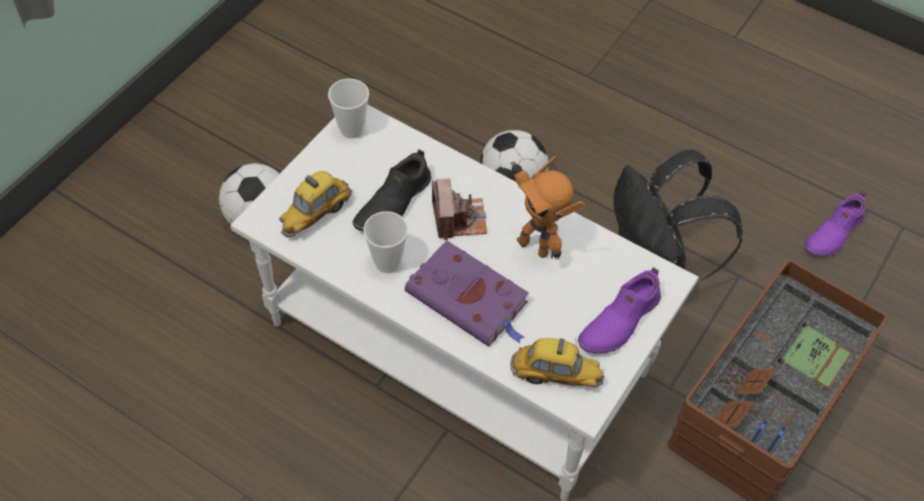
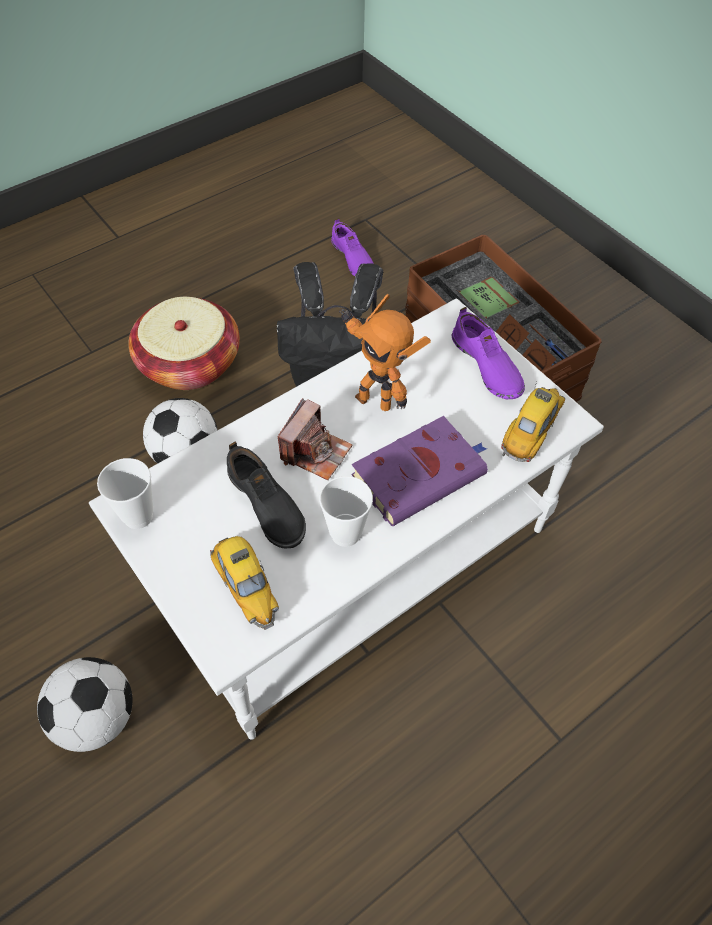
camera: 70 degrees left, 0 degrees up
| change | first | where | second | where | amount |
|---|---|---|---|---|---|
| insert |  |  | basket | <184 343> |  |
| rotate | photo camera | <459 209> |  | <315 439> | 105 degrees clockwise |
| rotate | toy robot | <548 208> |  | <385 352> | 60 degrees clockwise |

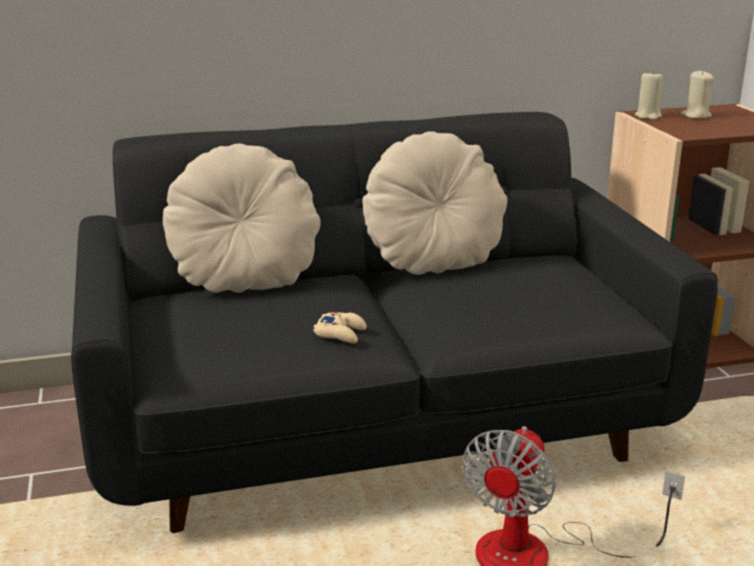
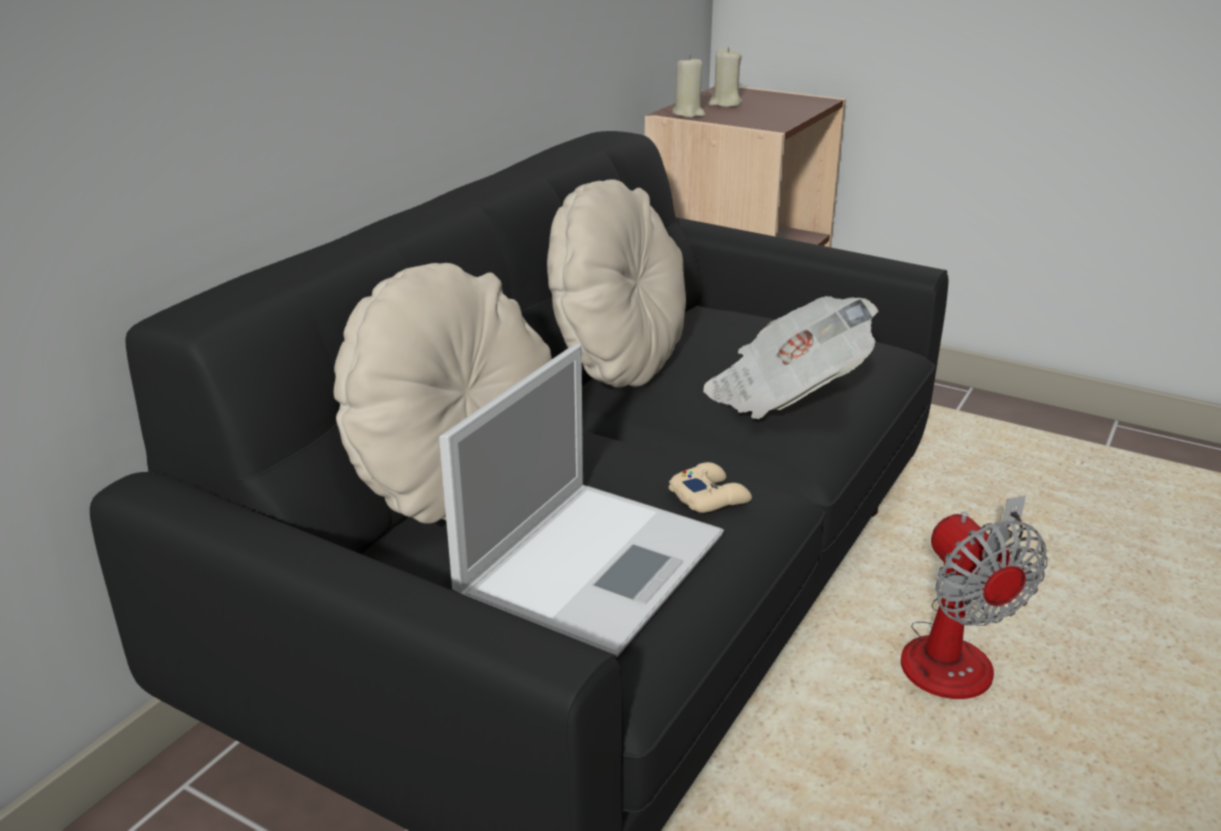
camera: 45 degrees left, 5 degrees up
| change | first | where | second | where | amount |
|---|---|---|---|---|---|
| insert |  |  | laptop | <581 500> |  |
| insert |  |  | newspaper | <790 357> |  |

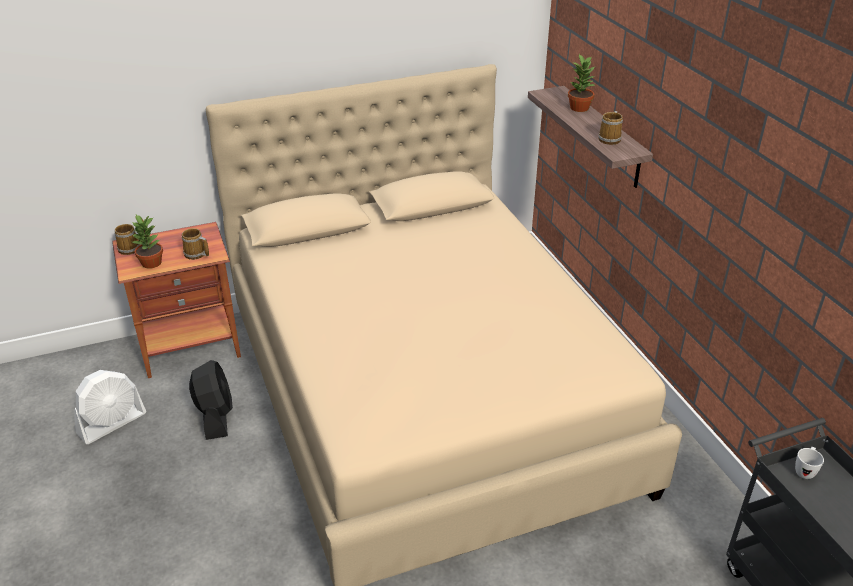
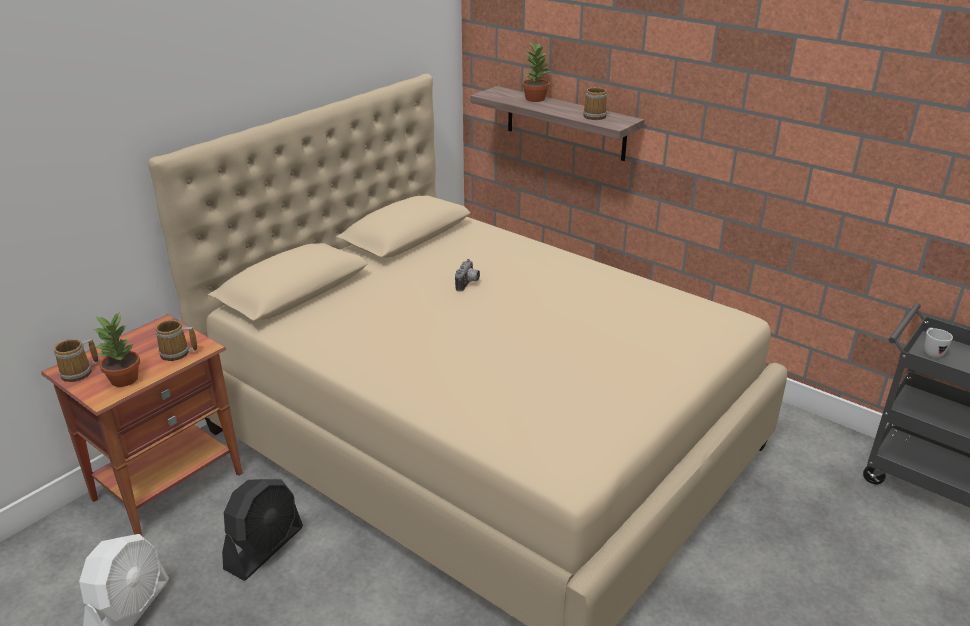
camera: 30 degrees left, 5 degrees down
| change | first | where | second | where | amount |
|---|---|---|---|---|---|
| insert |  |  | photo camera | <467 275> |  |
| rotate | black fan | <211 400> |  | <262 529> | 75 degrees clockwise |

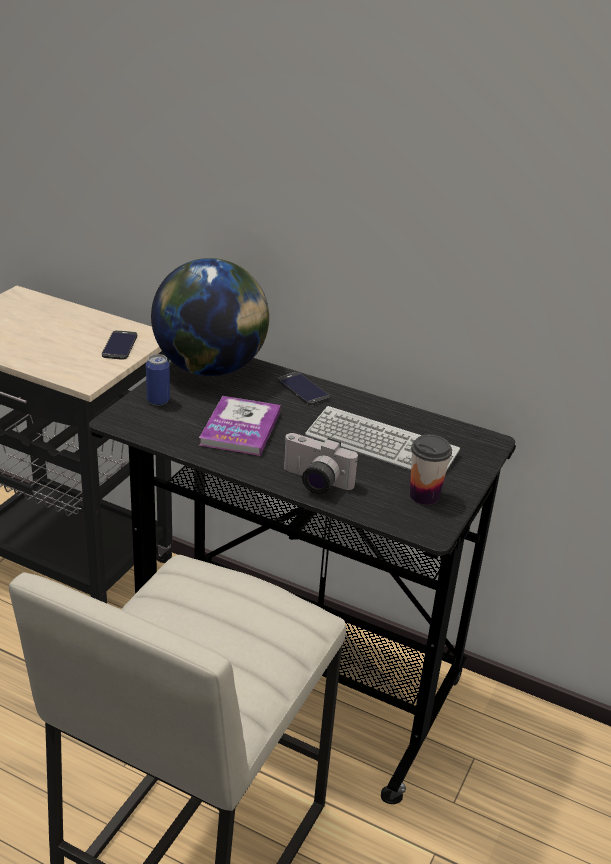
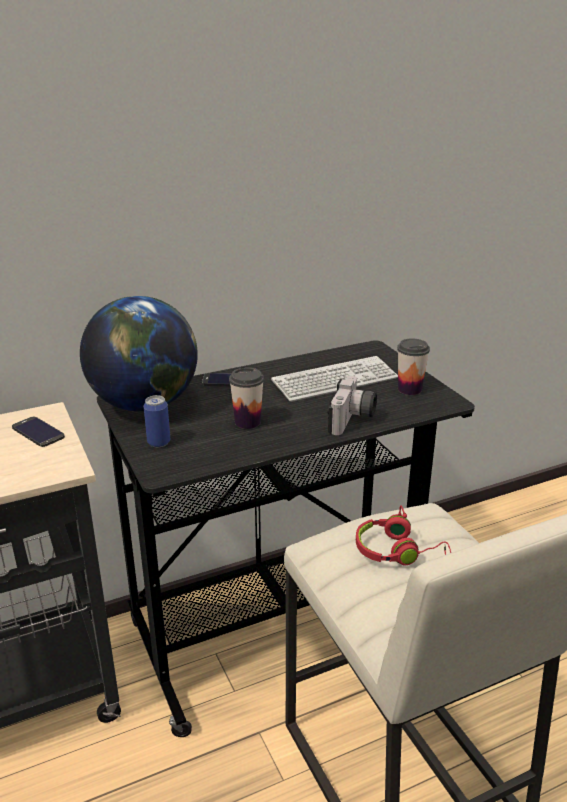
camera: 50 degrees left, 5 degrees down
| change | first | where | second | where | amount |
|---|---|---|---|---|---|
| insert |  |  | red headphones | <403 535> |  |
| replace | book | <240 426> | cup | <246 398> |  |
| rotate | photo camera | <320 463> |  | <352 405> | 45 degrees counterclockwise |

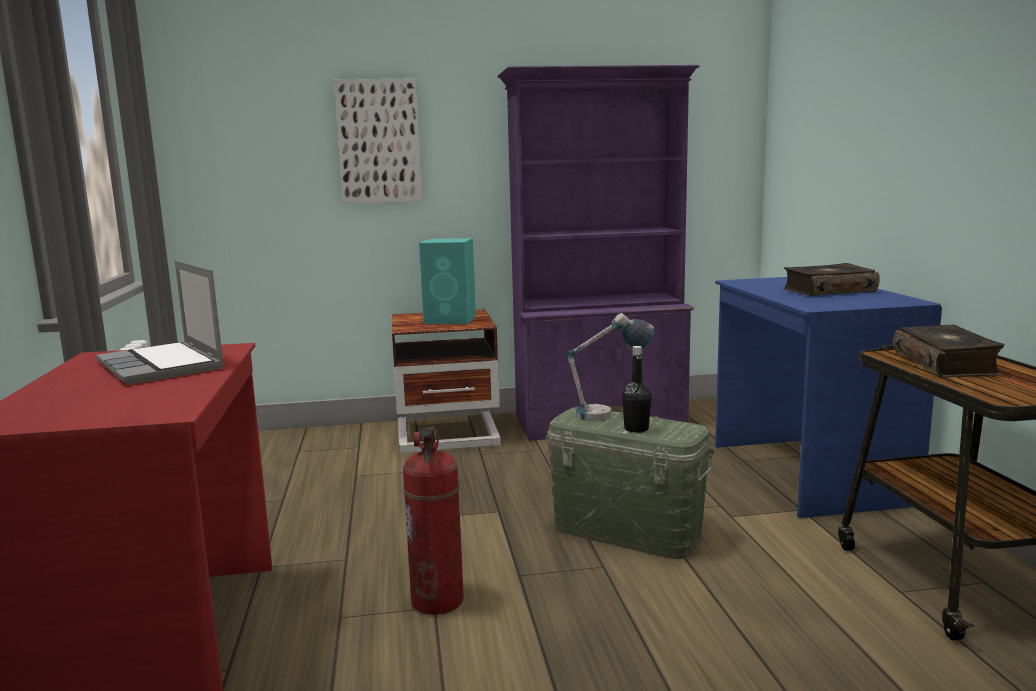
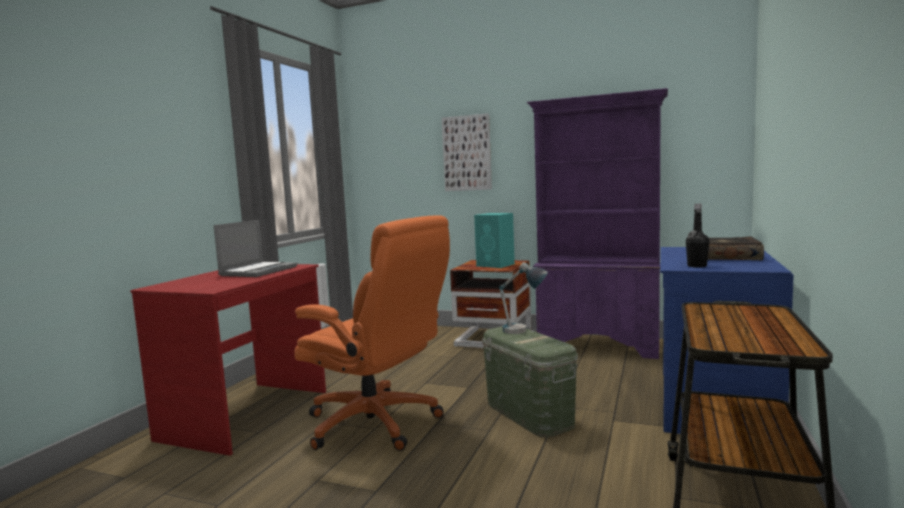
camera: 30 degrees right, 5 degrees down
| change | first | where | second | where | amount |
|---|---|---|---|---|---|
| delete | book | <949 351> |  |  |  |
| move | black bottle | <637 389> |  | <698 236> |  |
| replace | fire extinguisher | <433 521> | orange office chair | <372 333> |  |
| rotate | laptop | <160 322> |  | <256 248> | 150 degrees counterclockwise |

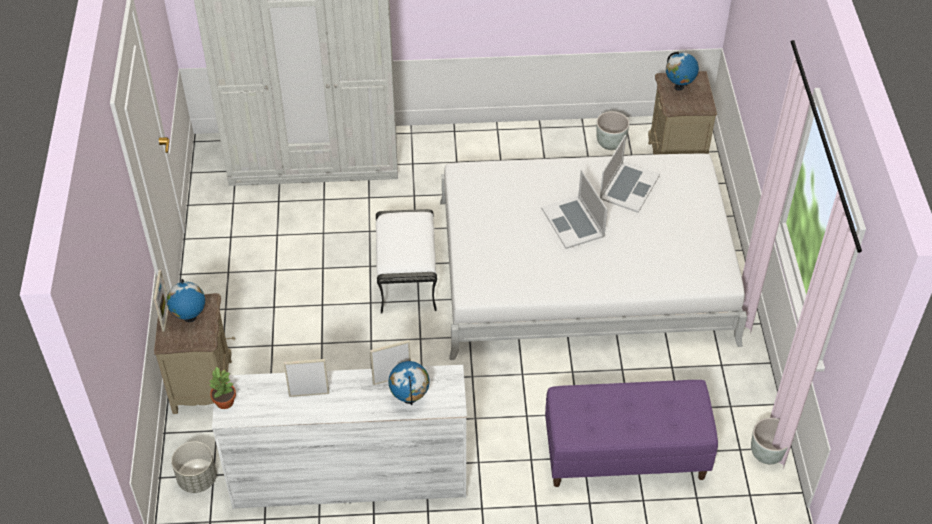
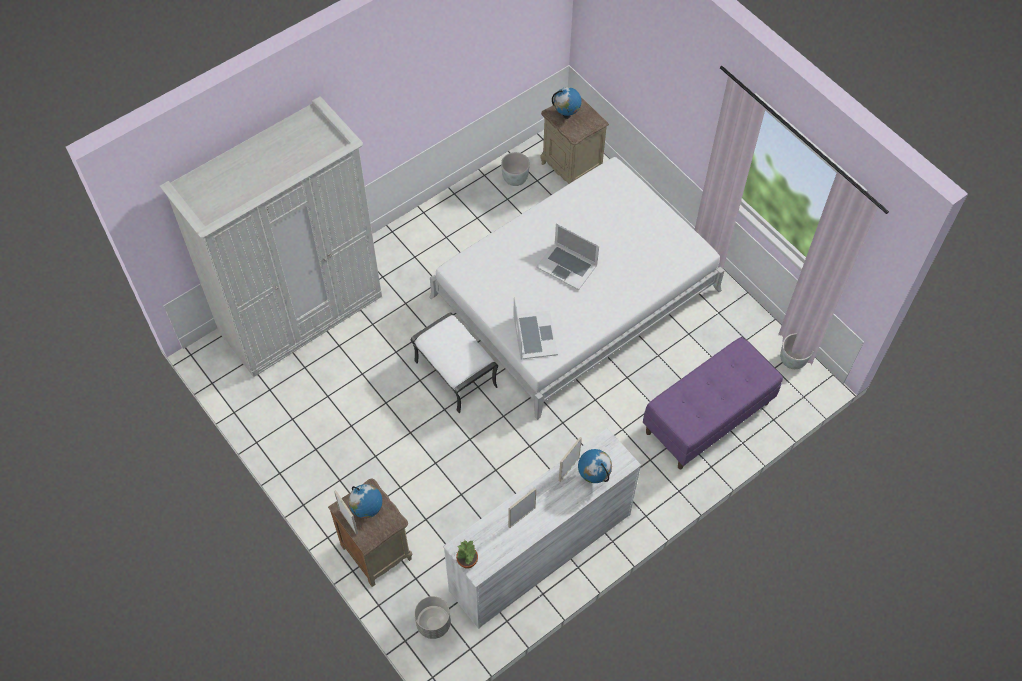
camera: 35 degrees left, 10 degrees up
| change | first | where | second | where | amount |
|---|---|---|---|---|---|
| move | laptop | <630 174> |  | <536 328> |  |

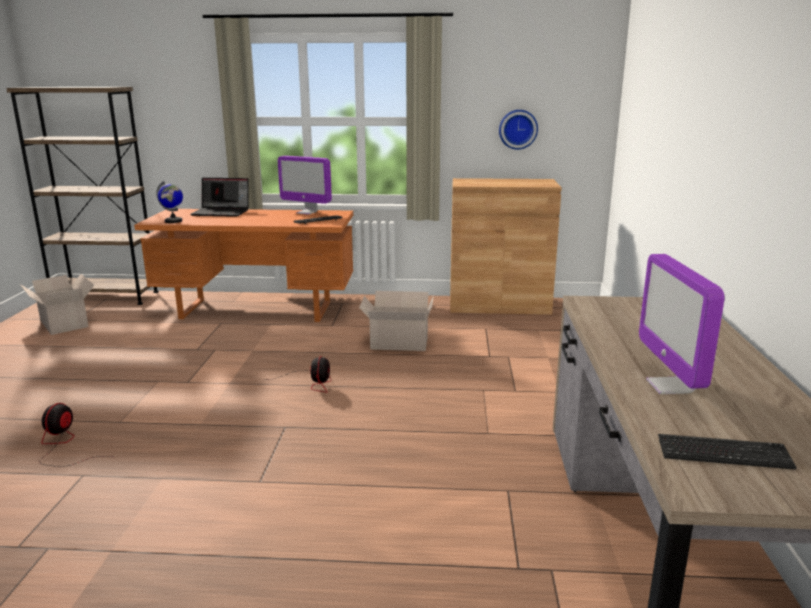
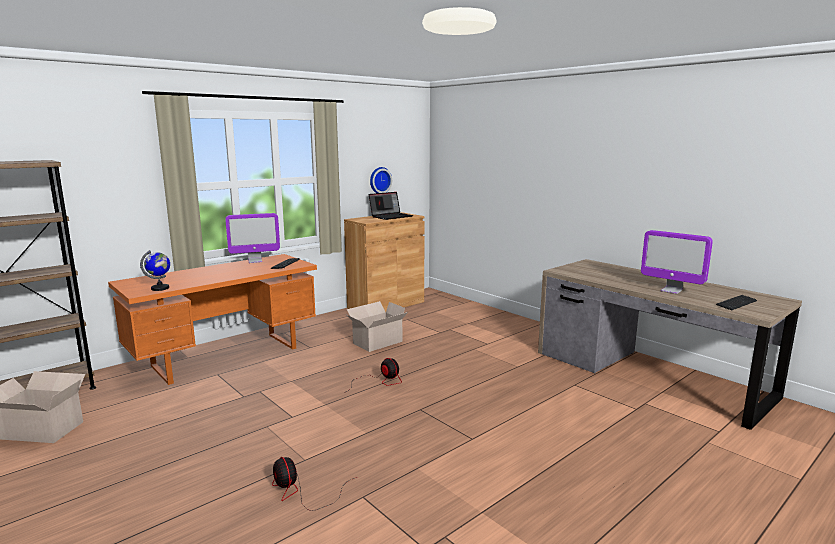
camera: 45 degrees left, 5 degrees down
| change | first | where | second | where | amount |
|---|---|---|---|---|---|
| move | laptop | <219 197> |  | <391 206> |  |

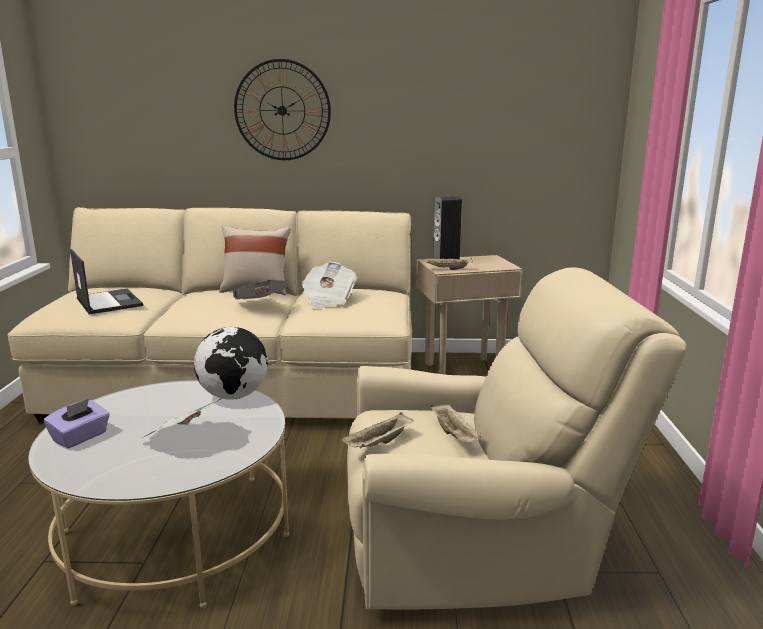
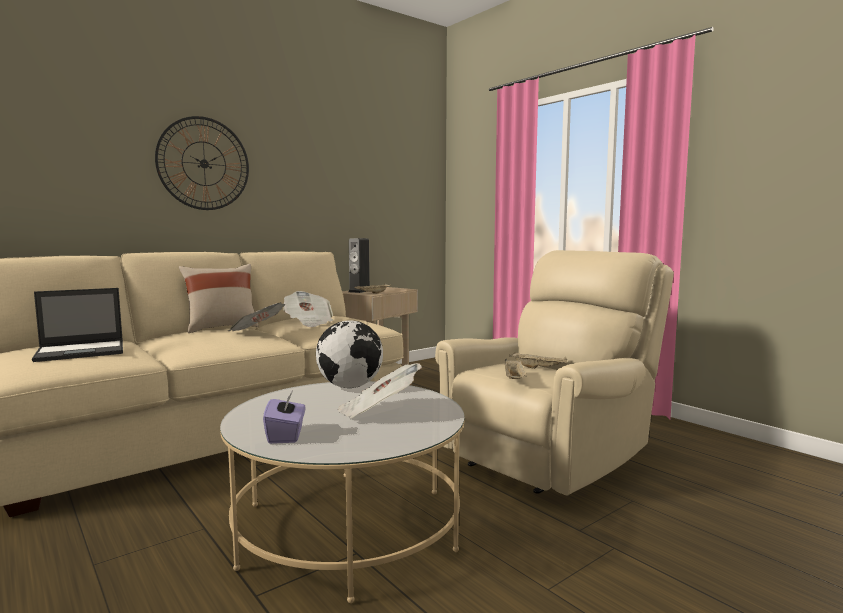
camera: 40 degrees left, 10 degrees down
| change | first | where | second | where | amount |
|---|---|---|---|---|---|
| rotate | laptop | <106 281> |  | <77 325> | 135 degrees clockwise |

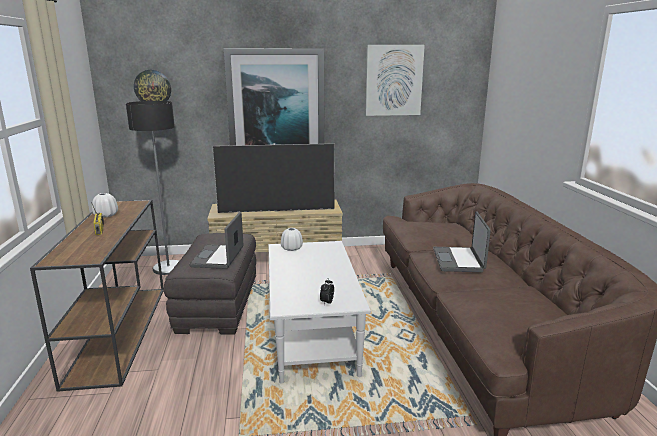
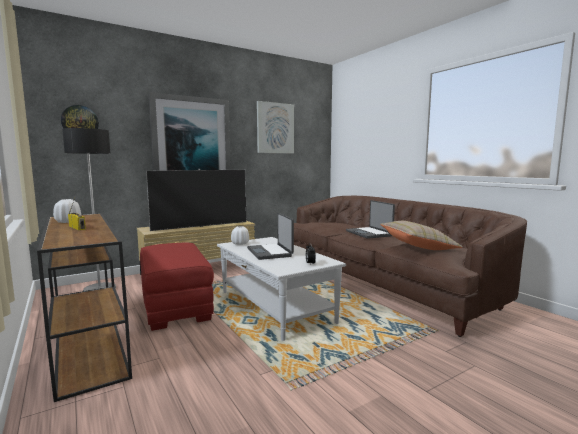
camera: 25 degrees left, 10 degrees down
| change | first | where | second | where | amount |
|---|---|---|---|---|---|
| insert |  |  | beige pillow | <421 235> |  |
| move | laptop | <216 240> |  | <270 236> |  |
| recolor | grey ottoman | <210 283> | red ottoman | <177 287> |  |

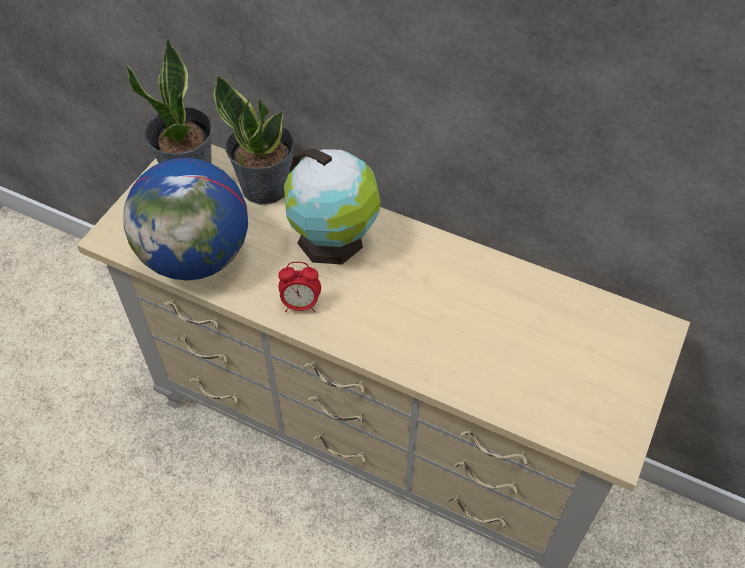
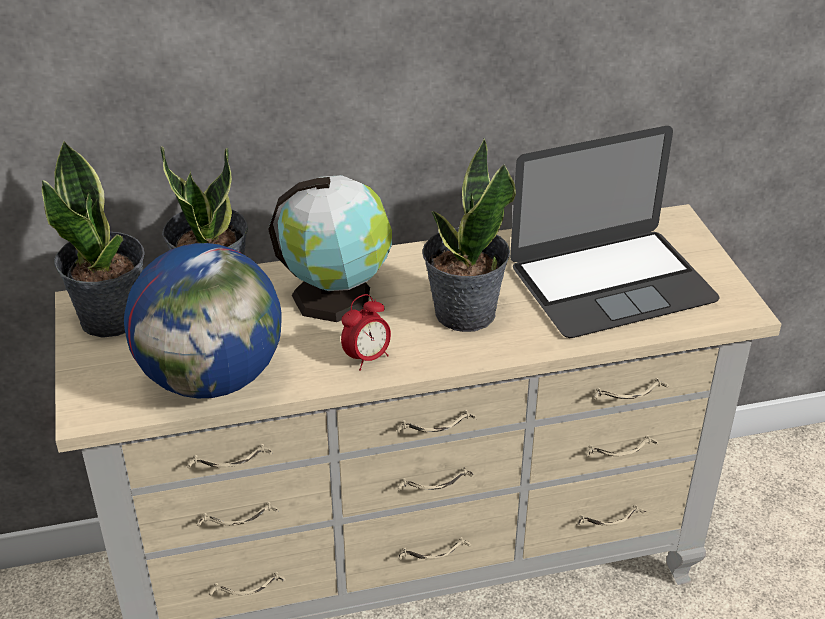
camera: 40 degrees left, 15 degrees down
| change | first | where | second | where | amount |
|---|---|---|---|---|---|
| insert |  |  | potted plant | <469 235> |  |
| insert |  |  | laptop | <615 232> |  |

